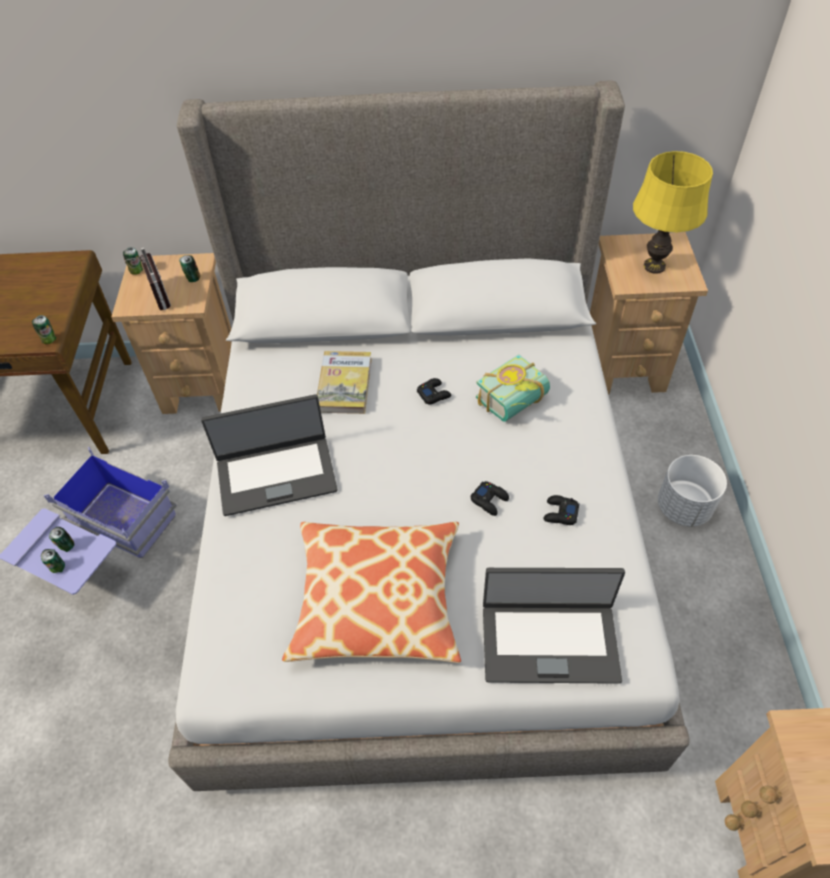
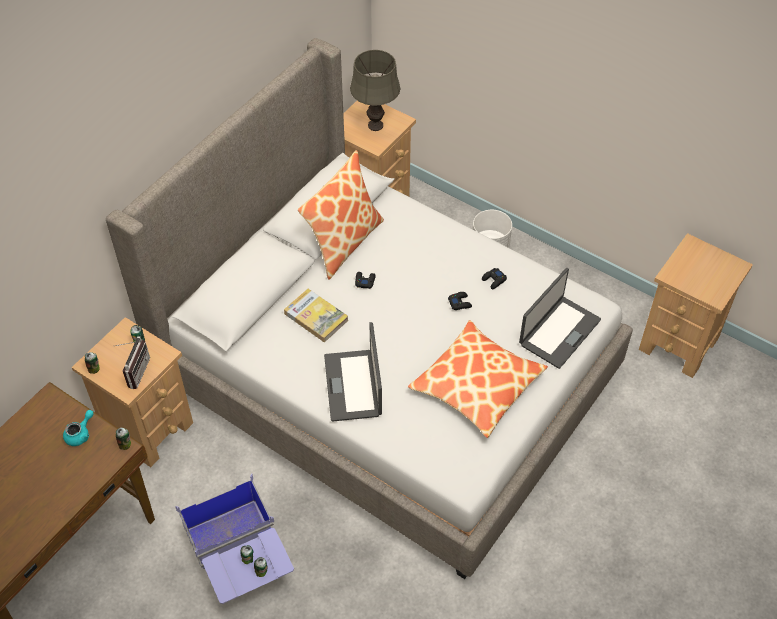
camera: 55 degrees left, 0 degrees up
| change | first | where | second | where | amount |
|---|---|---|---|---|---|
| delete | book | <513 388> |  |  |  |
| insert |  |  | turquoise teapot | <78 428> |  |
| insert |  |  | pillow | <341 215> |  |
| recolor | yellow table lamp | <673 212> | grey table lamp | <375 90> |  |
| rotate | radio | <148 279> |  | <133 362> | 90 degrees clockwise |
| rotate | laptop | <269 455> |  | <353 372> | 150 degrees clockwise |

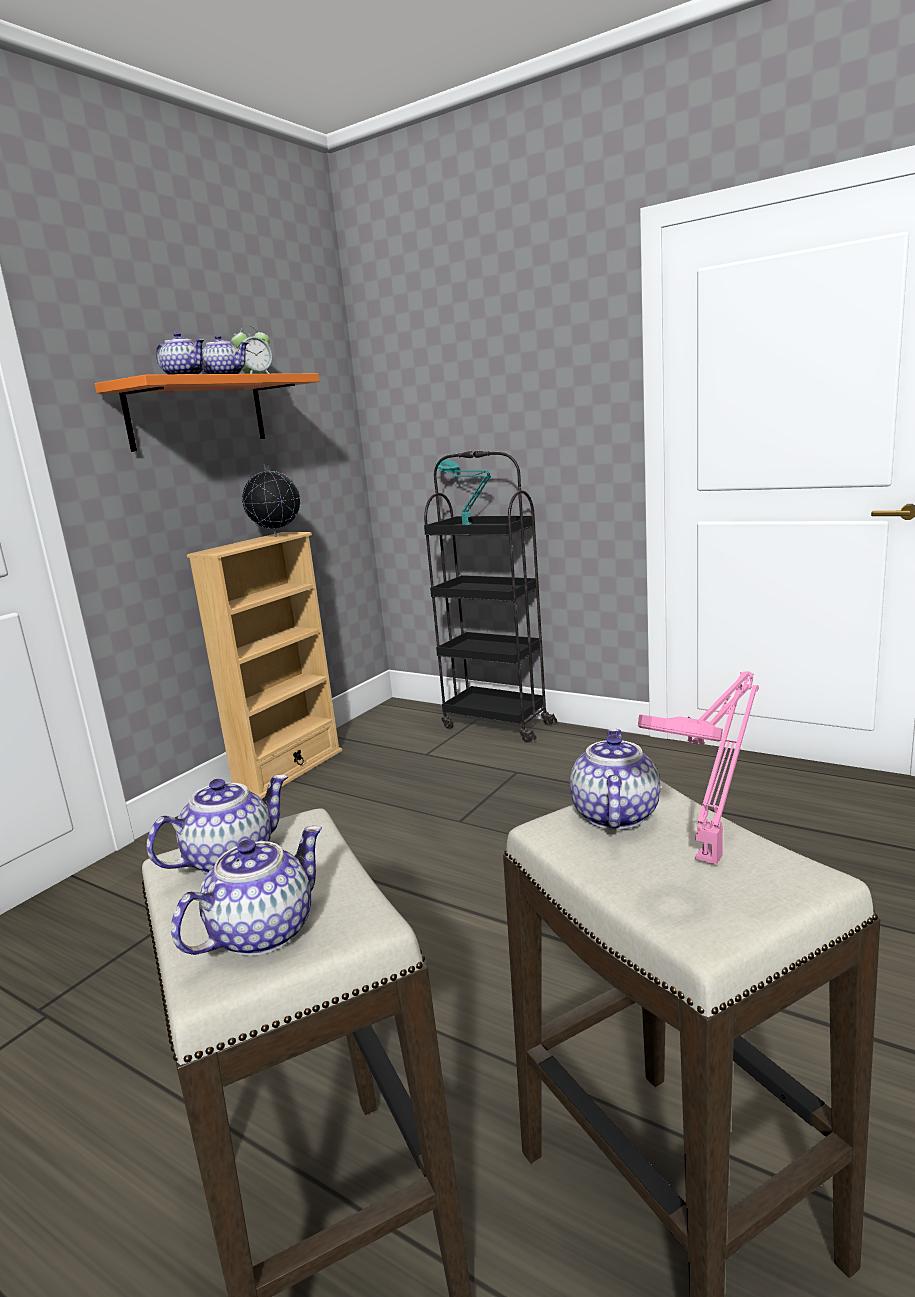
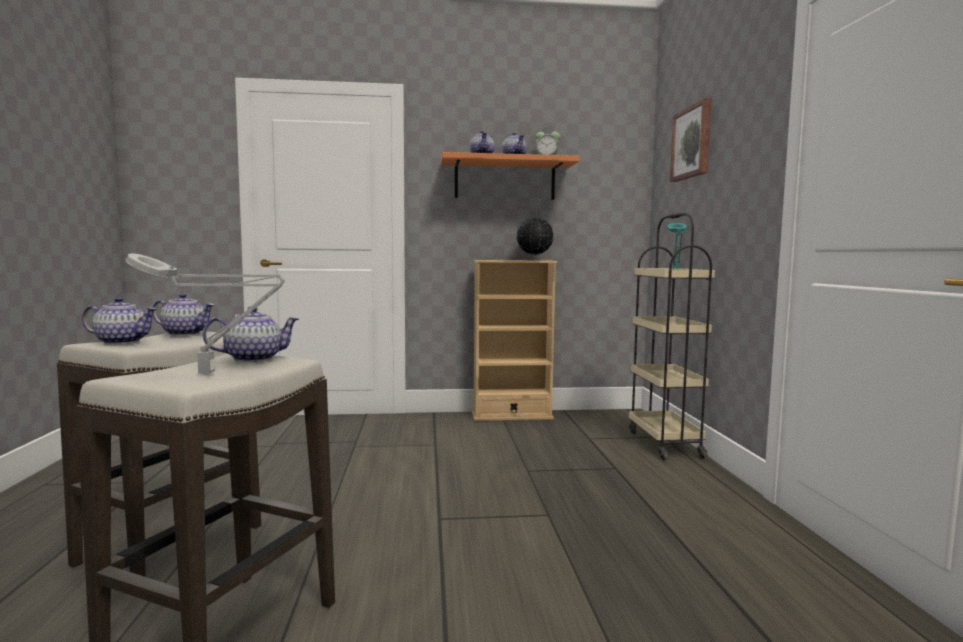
camera: 50 degrees right, 10 degrees down
| change | first | where | second | where | amount |
|---|---|---|---|---|---|
| insert |  |  | picture | <691 140> |  |
| recolor | black cart | <490 596> | beige cart | <672 336> |  |
| recolor | pink table lamp | <698 767> | grey table lamp | <205 314> |  |

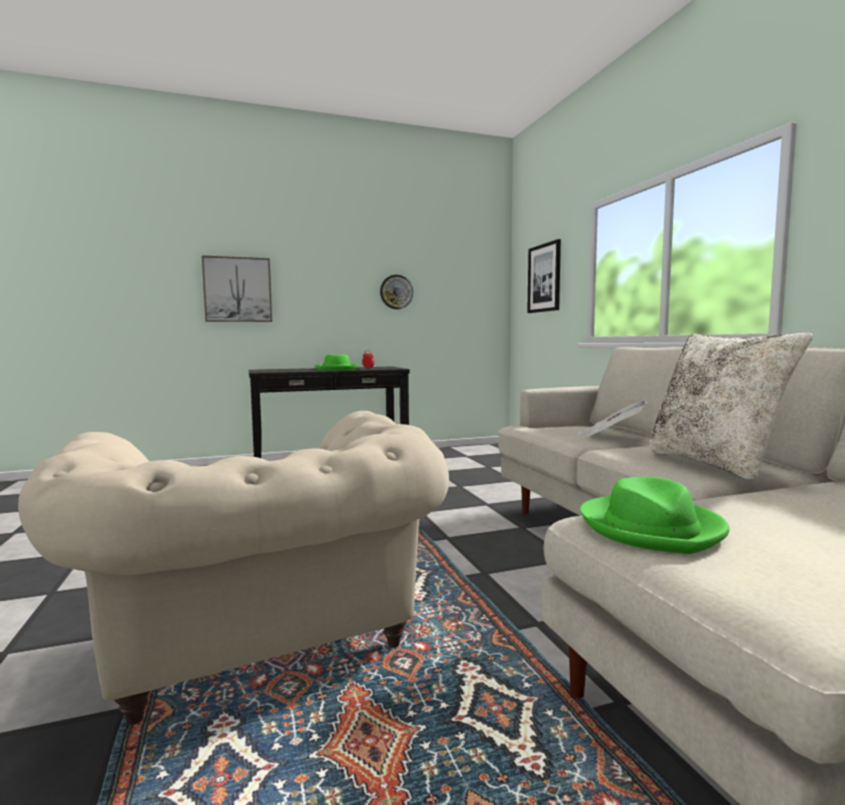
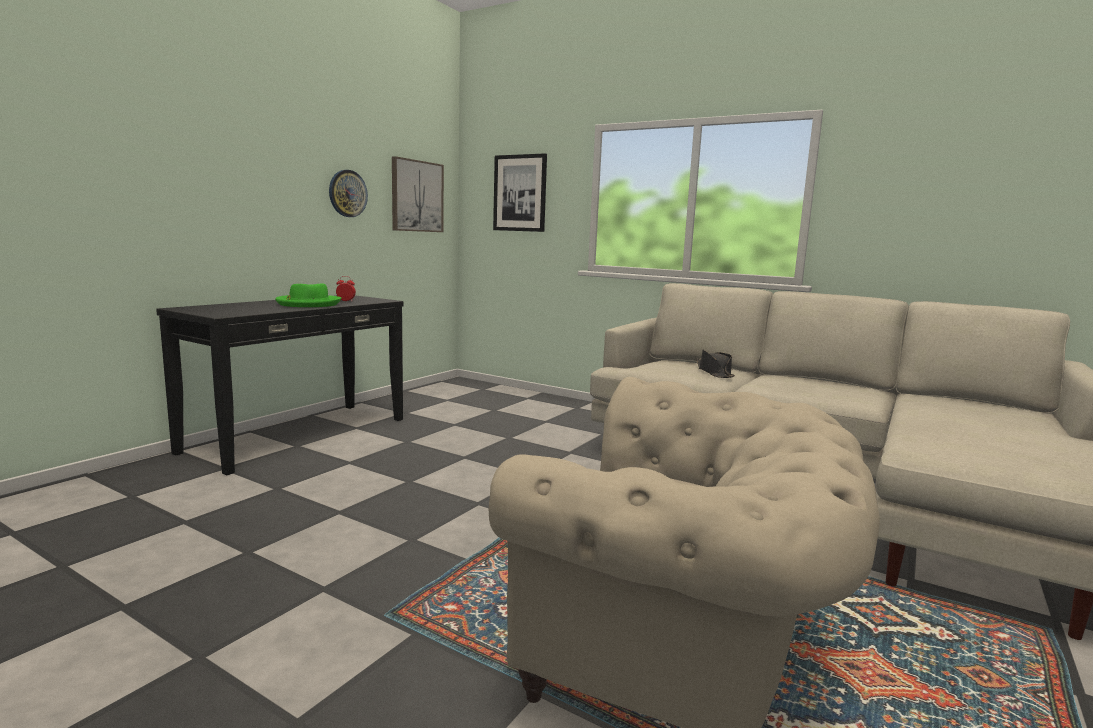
camera: 40 degrees left, 5 degrees up
| change | first | where | second | where | amount |
|---|---|---|---|---|---|
| delete | green hat | <655 515> |  |  |  |
| delete | beige pillow | <731 406> |  |  |  |
| move | picture | <237 288> |  | <418 194> |  |
| replace | newspaper | <613 419> | black hat | <716 364> |  |

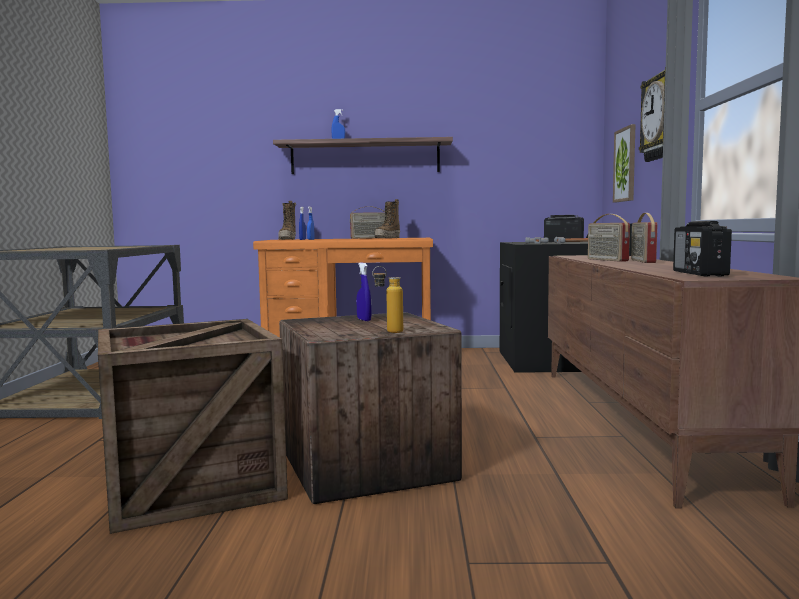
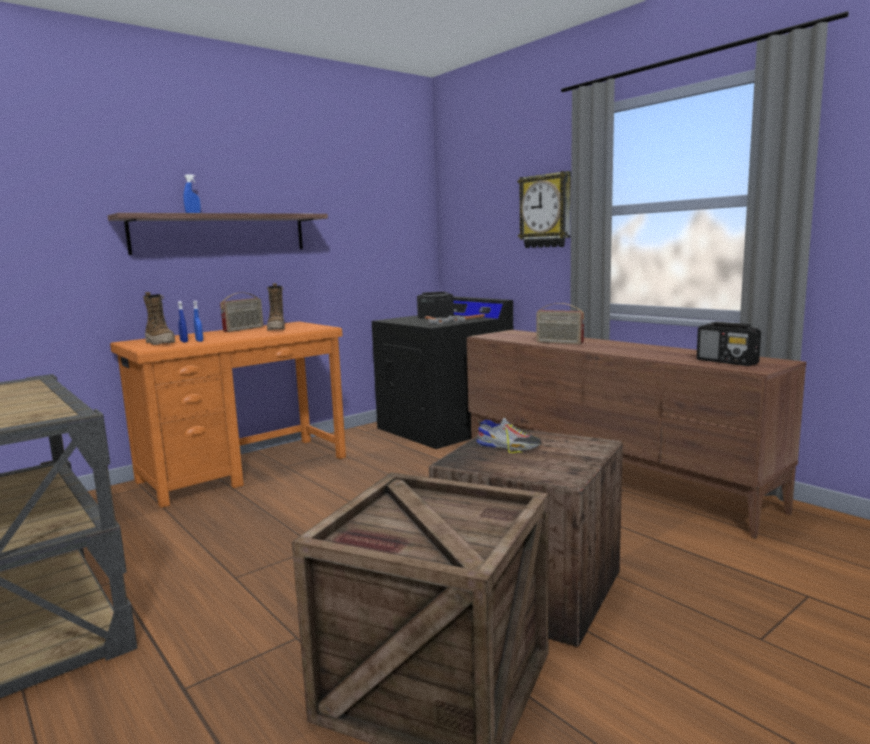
camera: 40 degrees left, 5 degrees up
| change | first | where | second | where | amount |
|---|---|---|---|---|---|
| delete | bottle | <387 299> |  |  |  |
| delete | picture | <624 163> |  |  |  |
| delete | radio | <644 238> |  |  |  |
| replace | blue spray bottle | <363 291> | shoe | <509 435> |  |

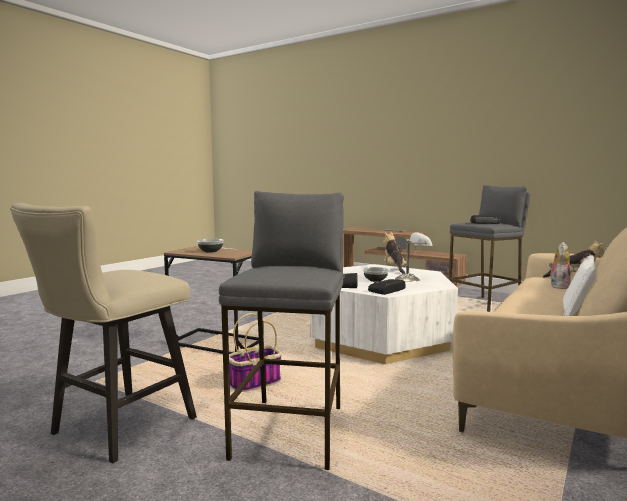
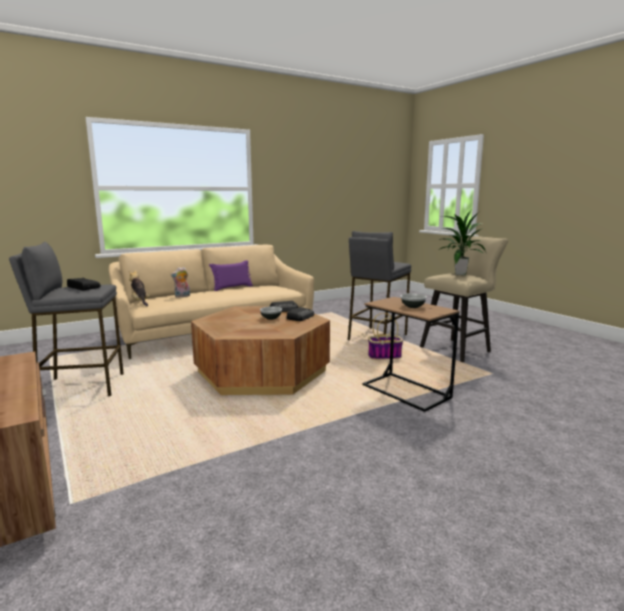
camera: 155 degrees left, 5 degrees up
| change | first | where | second | where | amount |
|---|---|---|---|---|---|
| delete | plush toy | <394 253> |  |  |  |
| delete | white table lamp | <414 257> |  |  |  |
| insert |  |  | potted plant | <462 243> |  |
| recolor | white coffee table | <384 314> | brown coffee table | <260 350> |  |
| recolor | white pillow | <580 285> | purple pillow | <231 275> |  |

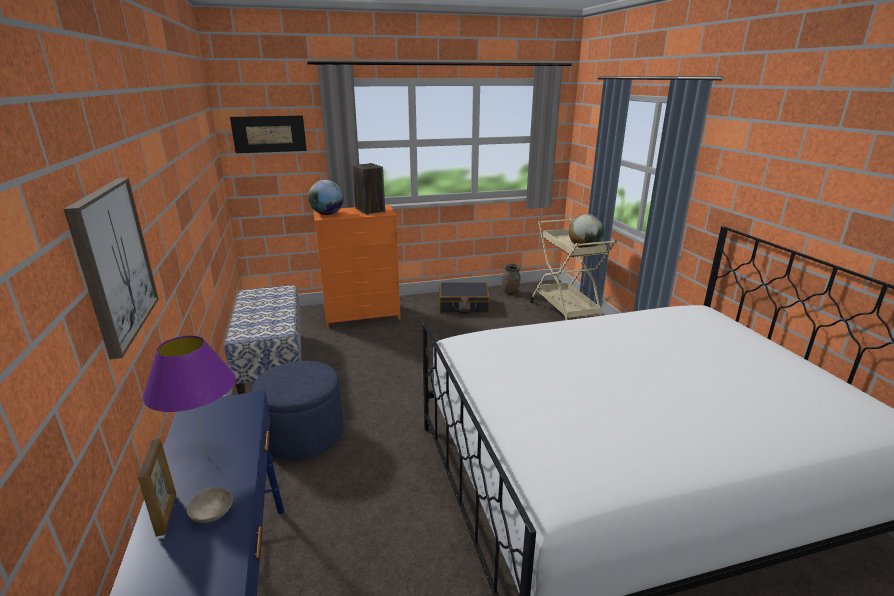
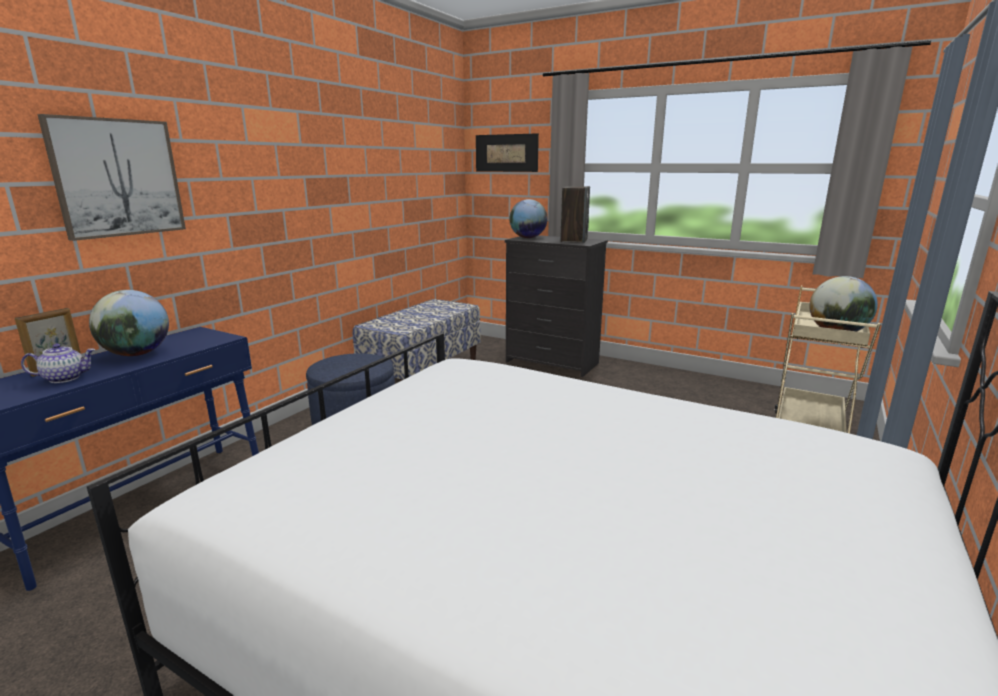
camera: 45 degrees right, 5 degrees down
| change | first | where | second | where | amount |
|---|---|---|---|---|---|
| delete | black suitcase | <464 298> |  |  |  |
| delete | brown vase | <511 279> |  |  |  |
| replace | purple table lamp | <189 396> | globe | <129 323> |  |
| replace | beige bowl | <210 505> | teapot | <58 363> |  |
| recolor | orange dresser | <356 266> | black dresser | <556 306> |  |

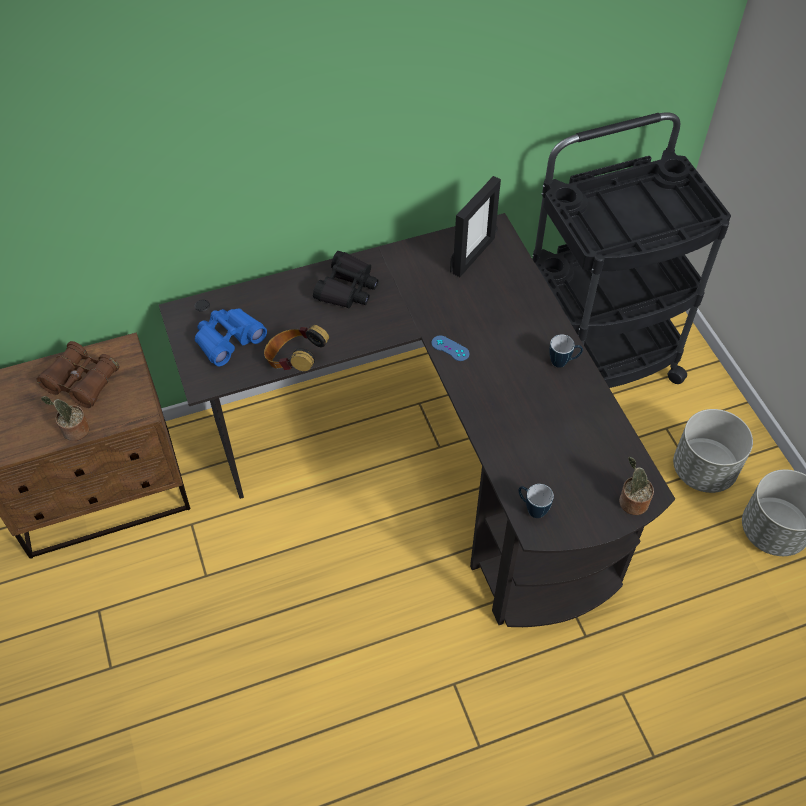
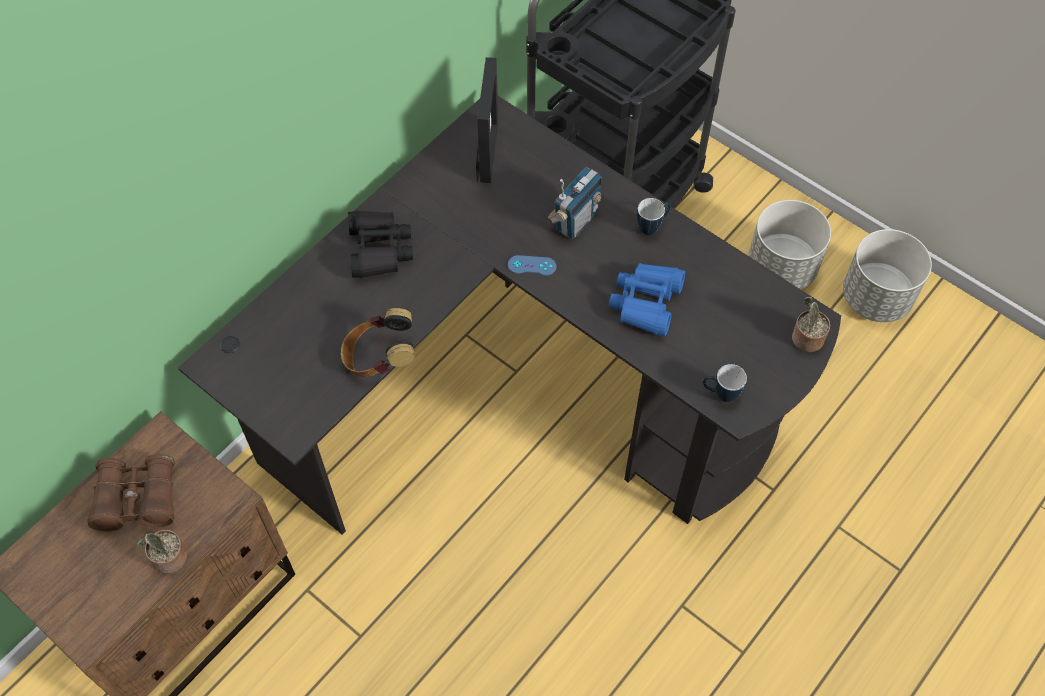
camera: 30 degrees left, 5 degrees up
| change | first | where | second | where | amount |
|---|---|---|---|---|---|
| insert |  |  | radio | <575 203> |  |
| move | blue binoculars | <231 337> |  | <647 299> |  |

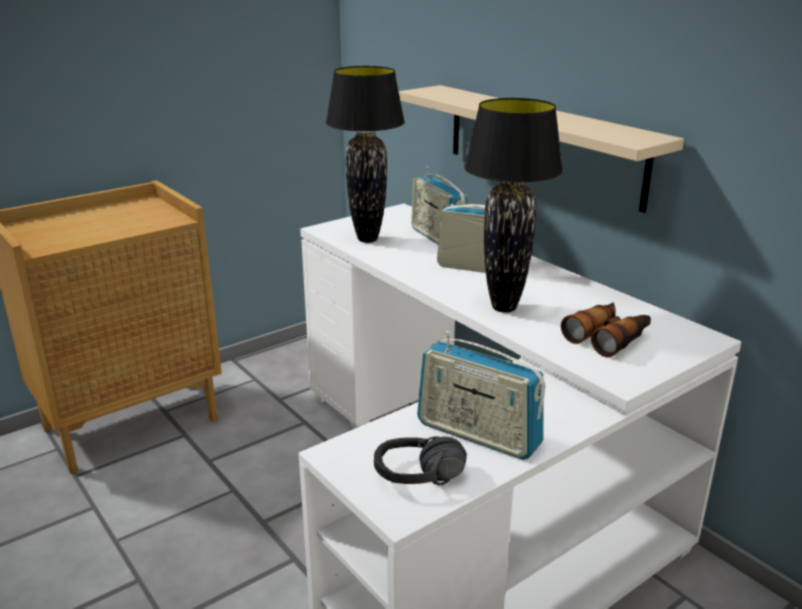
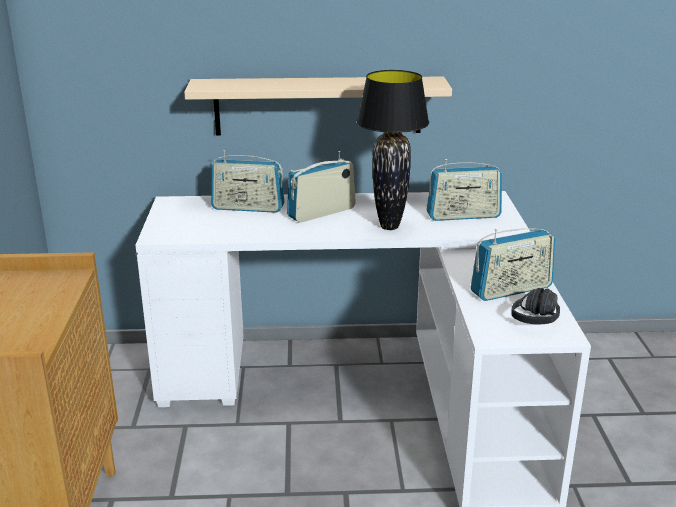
camera: 55 degrees left, 0 degrees up
| change | first | where | second | where | amount |
|---|---|---|---|---|---|
| delete | black table lamp | <365 154> |  |  |  |
| replace | binoculars | <606 330> | radio | <464 190> |  |

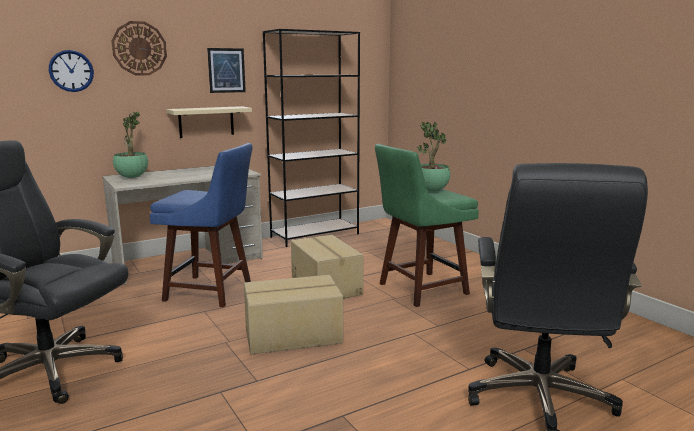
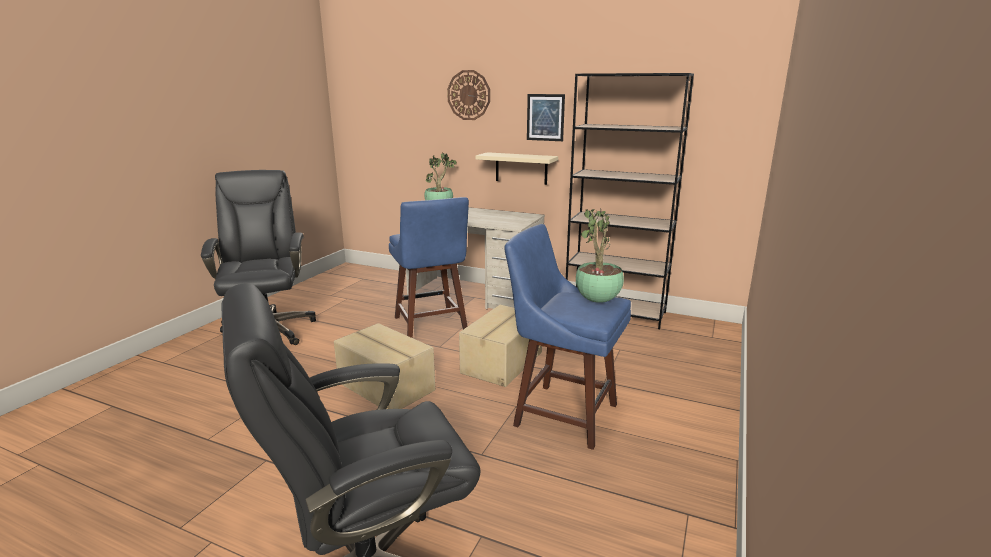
camera: 55 degrees right, 5 degrees up
| change | first | where | second | where | amount |
|---|---|---|---|---|---|
| delete | wall clock | <71 71> |  |  |  |
| recolor | green stool | <427 225> | blue stool | <567 337> |  |

